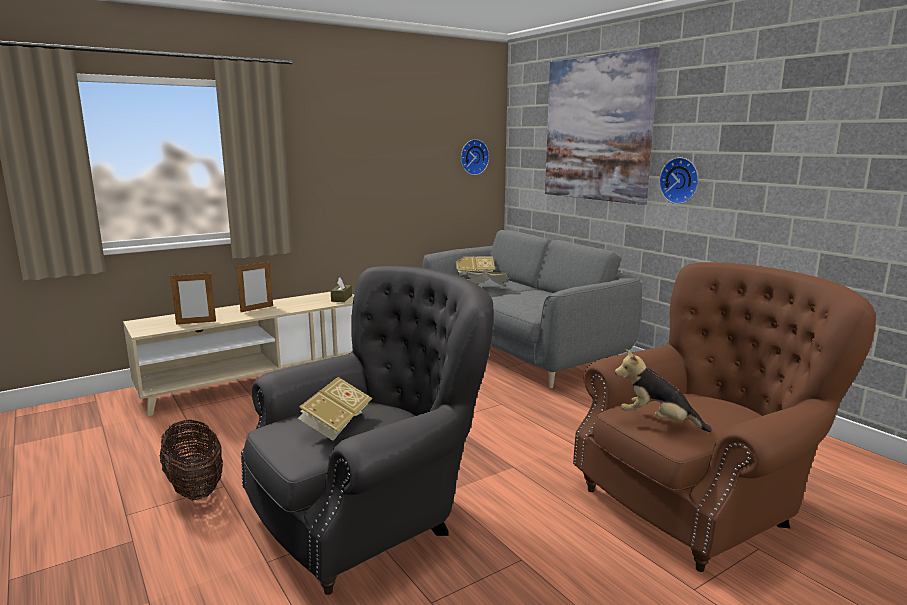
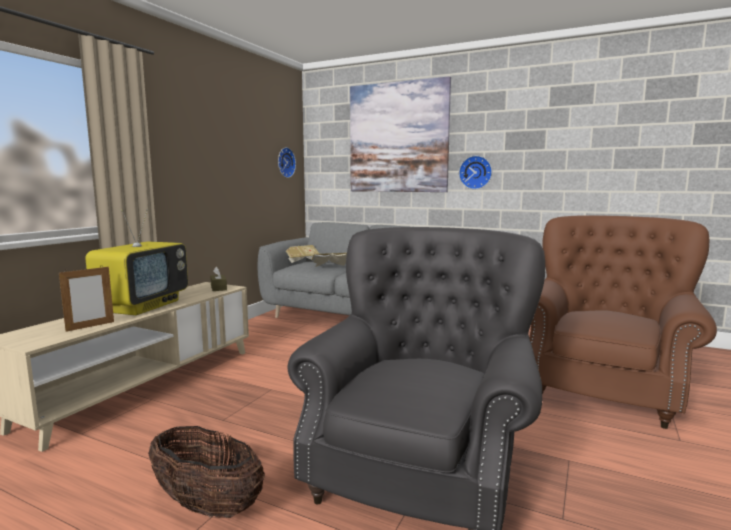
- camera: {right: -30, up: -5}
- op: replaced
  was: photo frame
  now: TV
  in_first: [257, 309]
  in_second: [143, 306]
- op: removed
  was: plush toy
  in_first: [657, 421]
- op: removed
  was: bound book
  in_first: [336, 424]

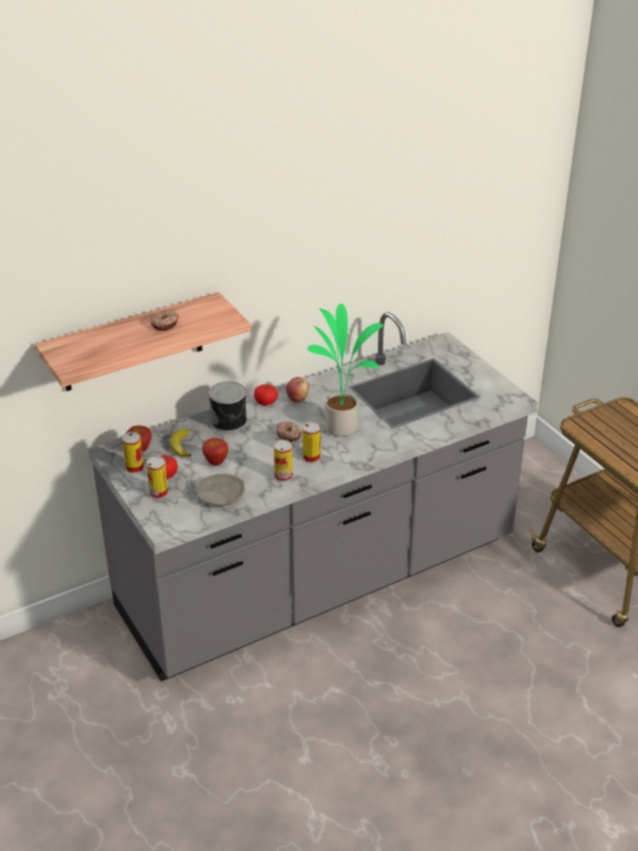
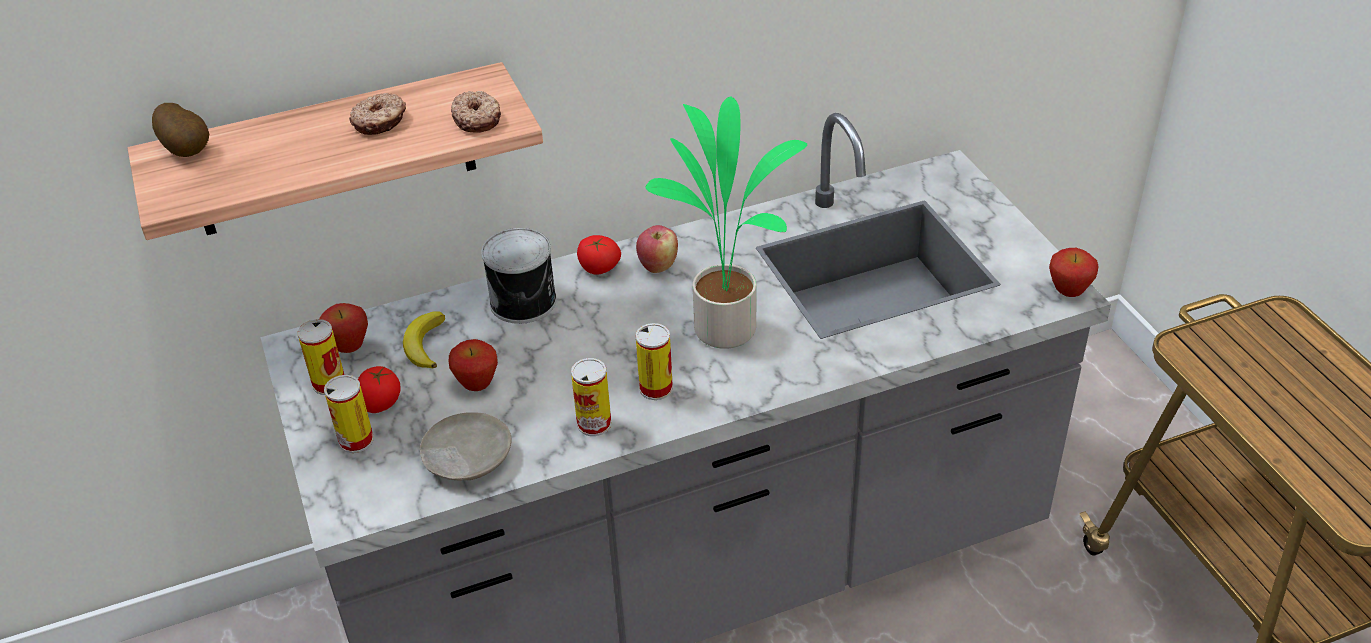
- camera: {right: 10, up: 5}
- op: moved
  was: ring doughnut
  in_first: [289, 435]
  in_second: [477, 119]
- op: added
  now: whole potato
  in_second: [188, 150]
- op: added
  now: apple fruit
  in_second: [1068, 293]

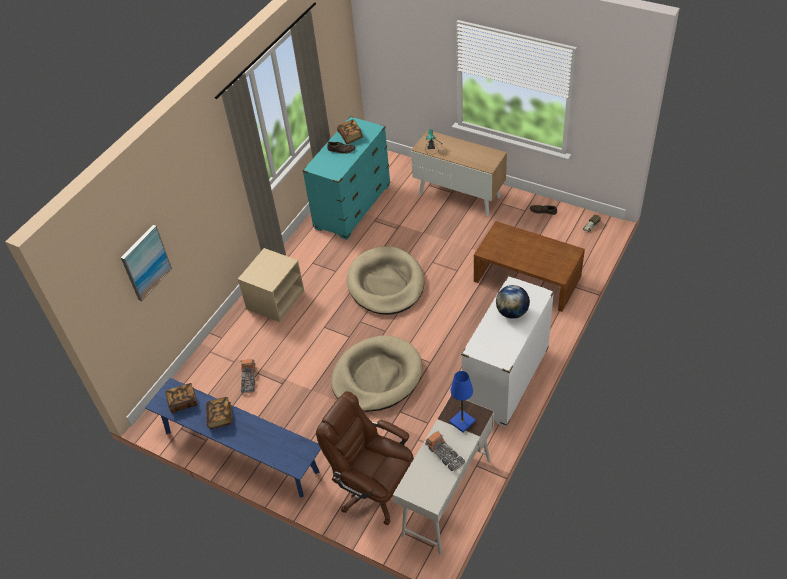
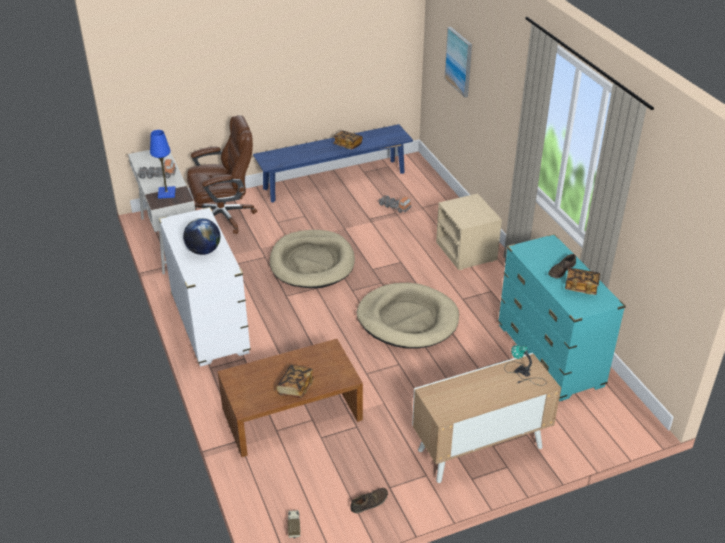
- camera: {right: 125, up: -10}
- op: moved
  was: bound book
  in_first: [183, 402]
  in_second: [295, 387]

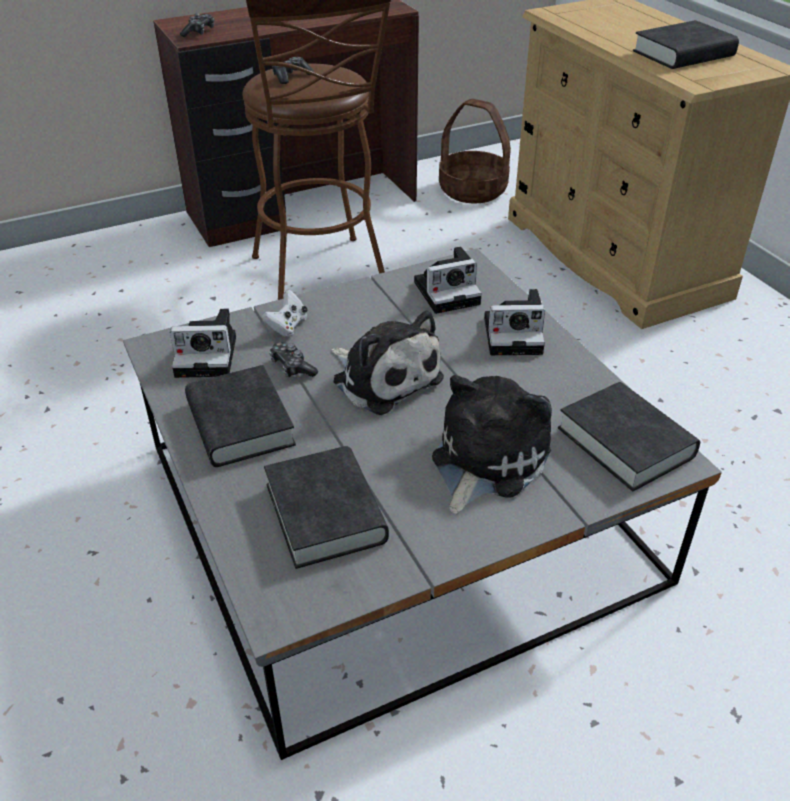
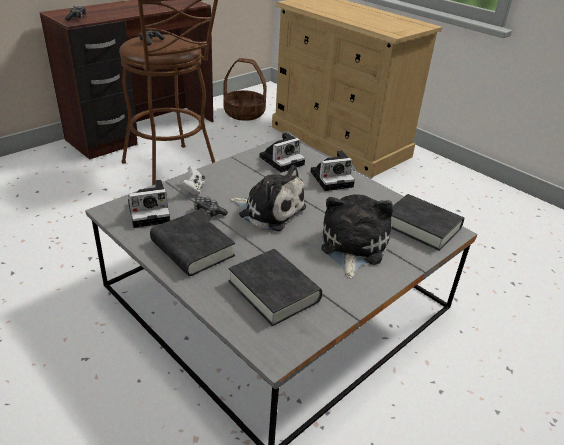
- camera: {right: -20, up: -5}
- op: removed
  was: bound book in black-coloured
  in_first: [683, 54]

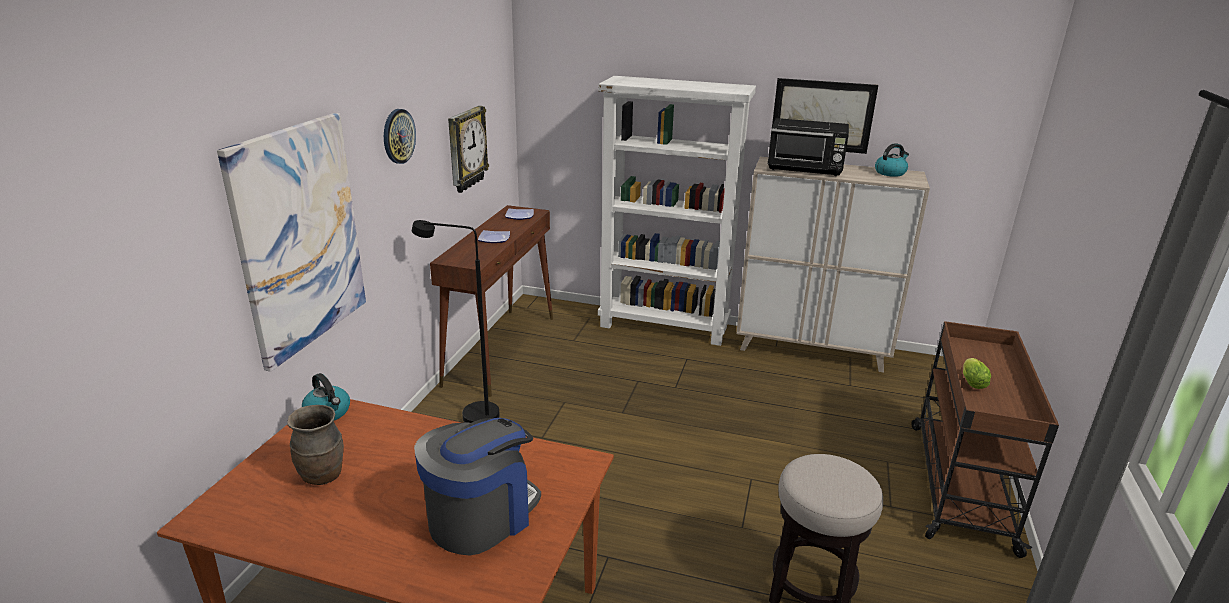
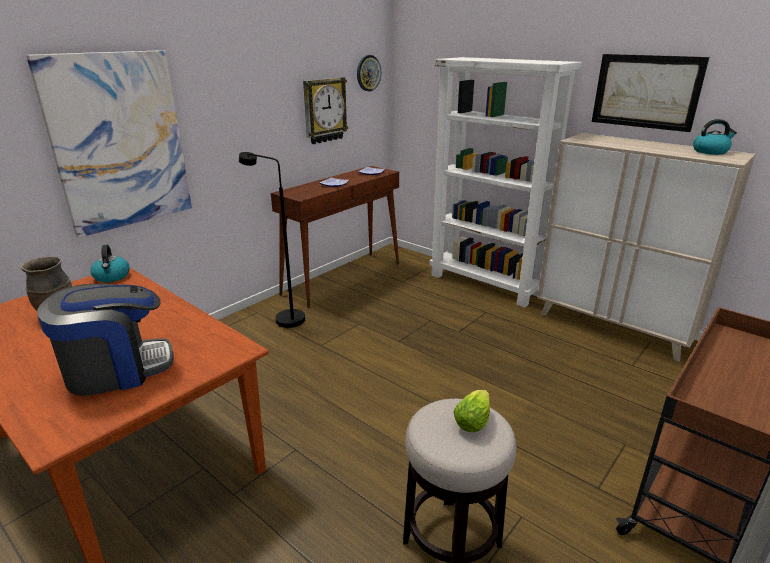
- camera: {right: 25, up: 0}
- op: moved
  was: wall clock
  in_first: [398, 136]
  in_second: [368, 73]
- op: removed
  was: microwave oven in black-coloured
  in_first: [805, 169]
- op: moved
  was: lettuce
  in_first: [971, 382]
  in_second: [473, 420]

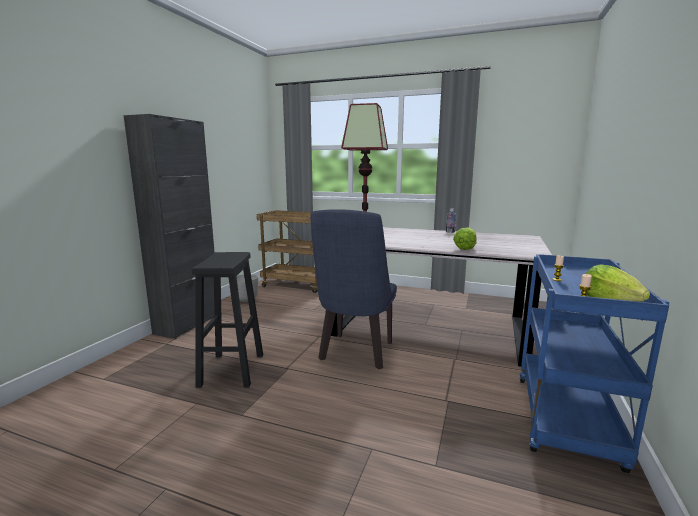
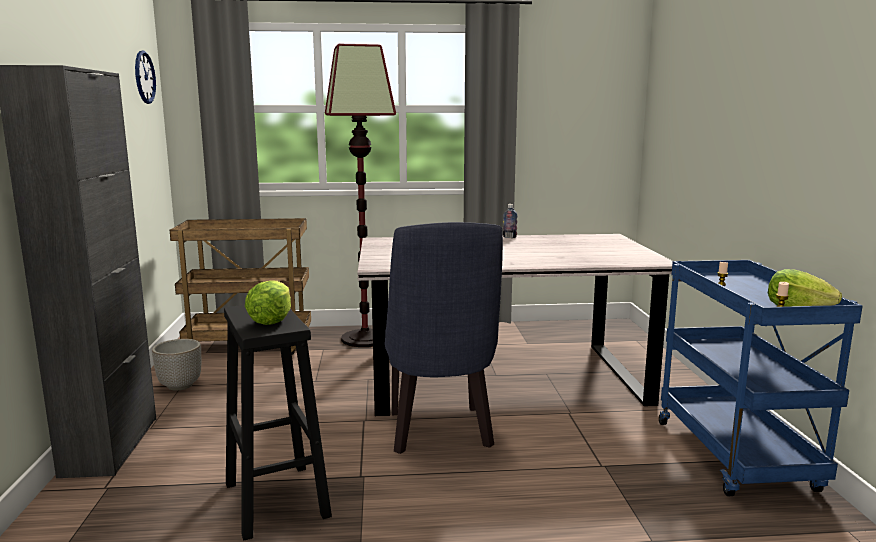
- camera: {right: -25, up: 0}
- op: moved
  was: lettuce
  in_first: [465, 248]
  in_second: [271, 320]
- op: added
  now: wall clock
  in_second: [144, 77]

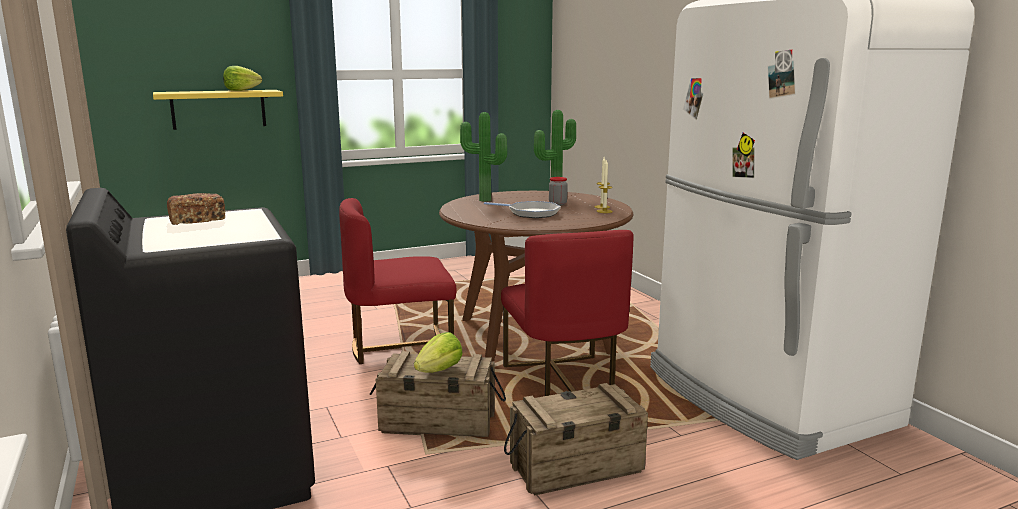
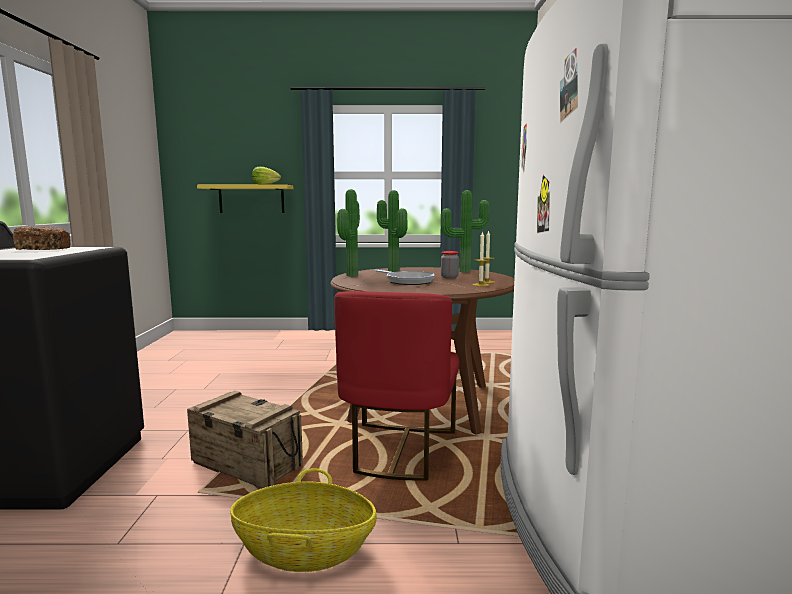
- camera: {right: 25, up: -5}
- op: removed
  was: plain chair in reddish
  in_first: [400, 347]
- op: removed
  was: lettuce
  in_first: [439, 370]
- op: replaced
  was: packing crate
  now: household basket
  in_first: [576, 468]
  in_second: [305, 550]
- op: added
  now: houseplant
  in_second: [349, 275]

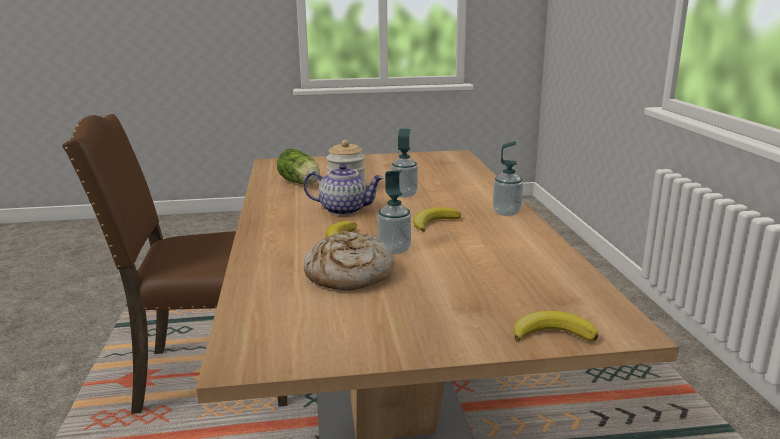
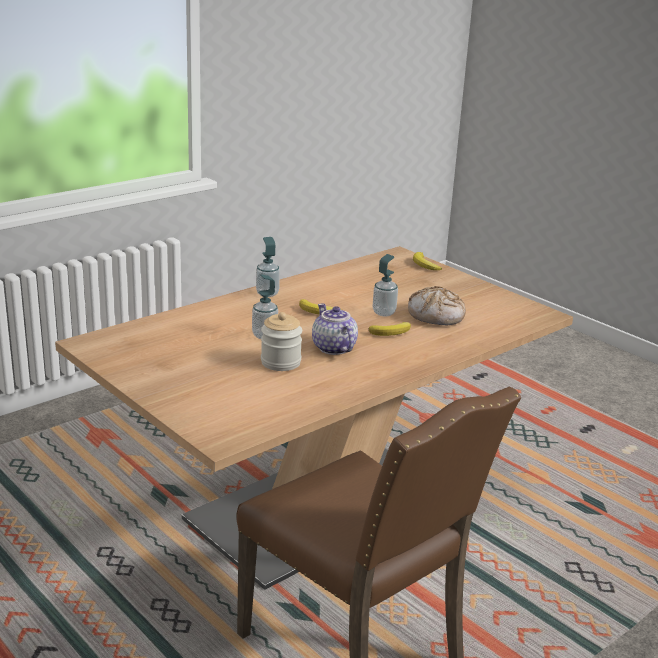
- camera: {right: -125, up: 5}
- op: removed
  was: lettuce
  in_first: [301, 183]

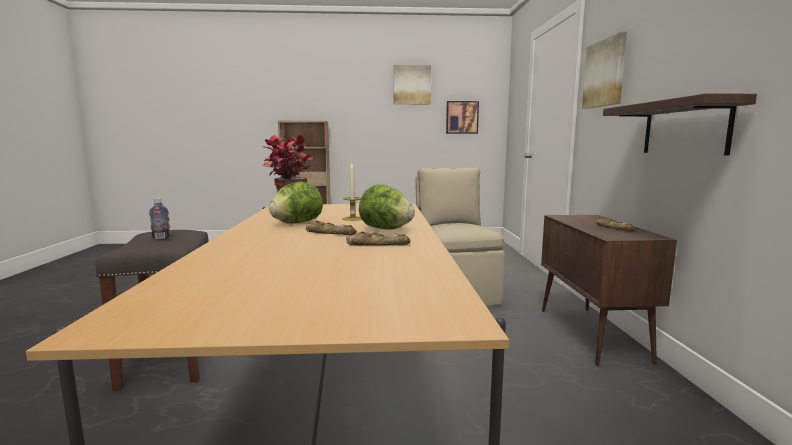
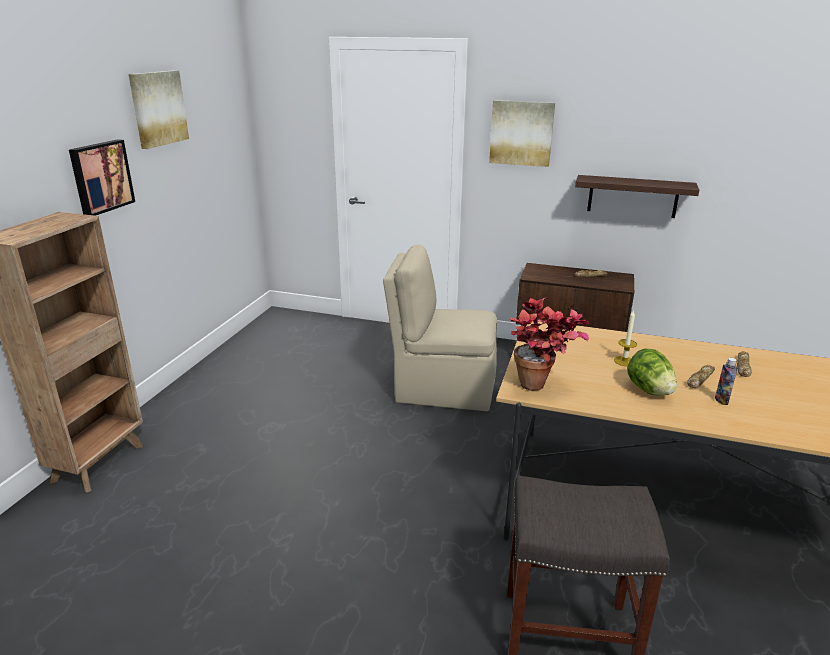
- camera: {right: -70, up: 15}
- op: moved
  was: wall art
  in_first: [462, 117]
  in_second: [100, 177]
- op: removed
  was: lettuce
  in_first: [385, 229]
- op: moved
  was: bottle
  in_first: [161, 238]
  in_second: [721, 400]

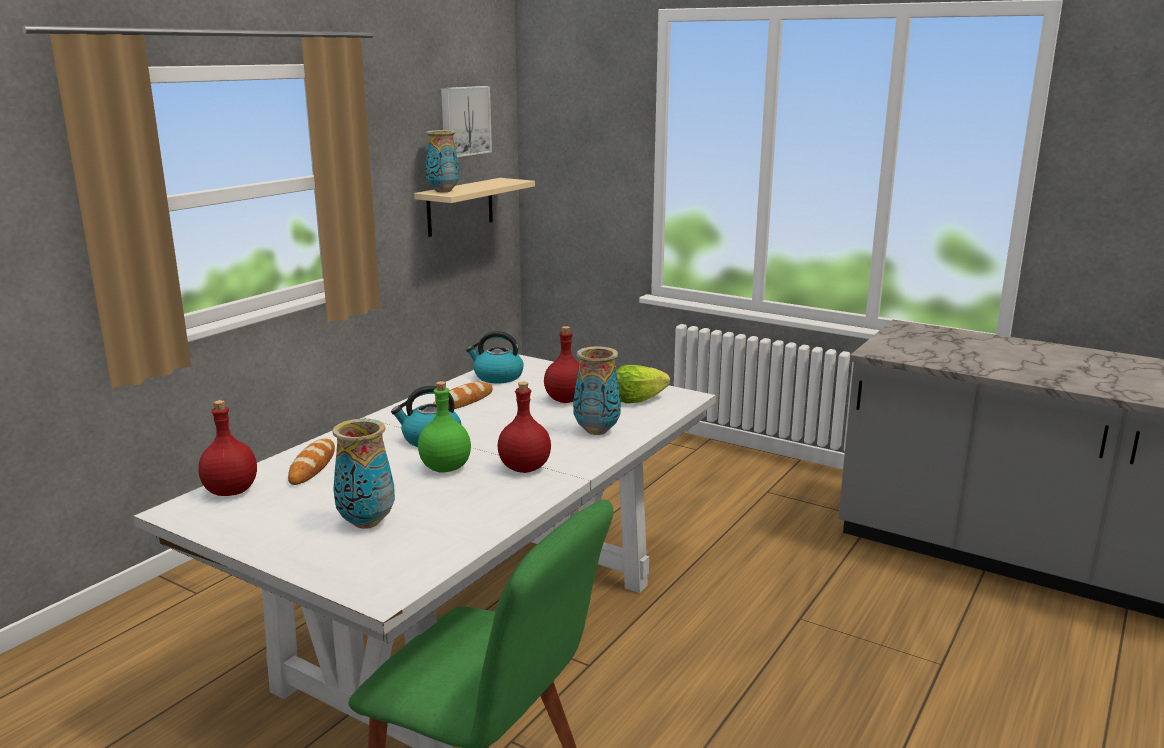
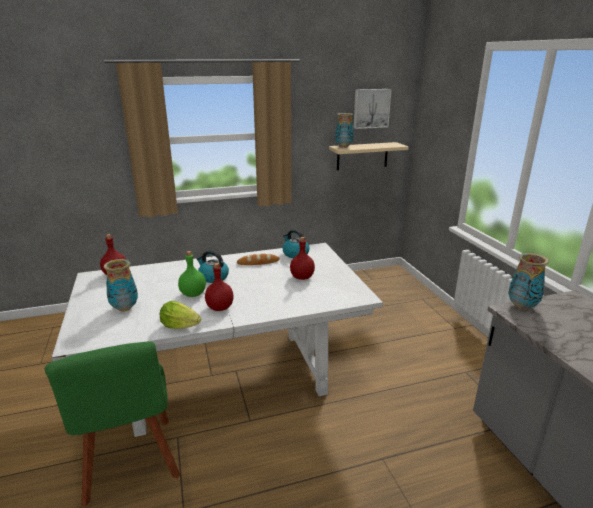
- camera: {right: 40, up: 5}
- op: moved
  was: decorative vase
  in_first: [597, 431]
  in_second: [522, 306]
- op: moved
  was: lettuce
  in_first: [636, 400]
  in_second: [180, 326]
- op: removed
  was: bread
  in_first: [312, 466]

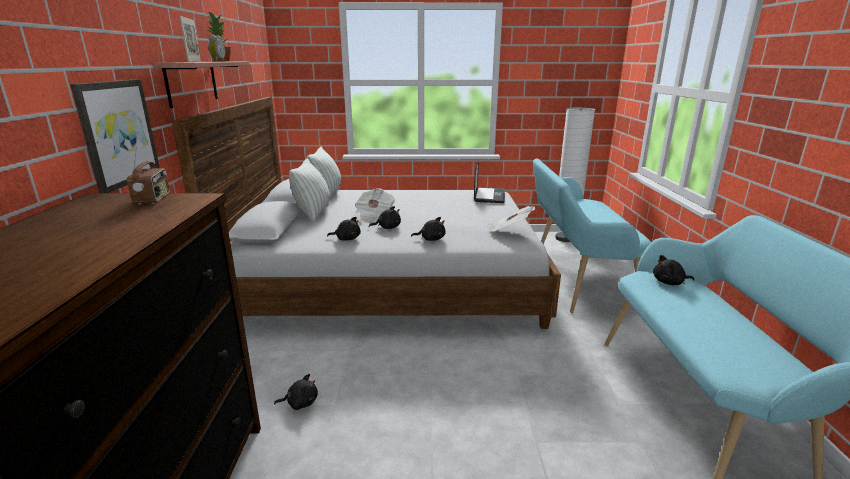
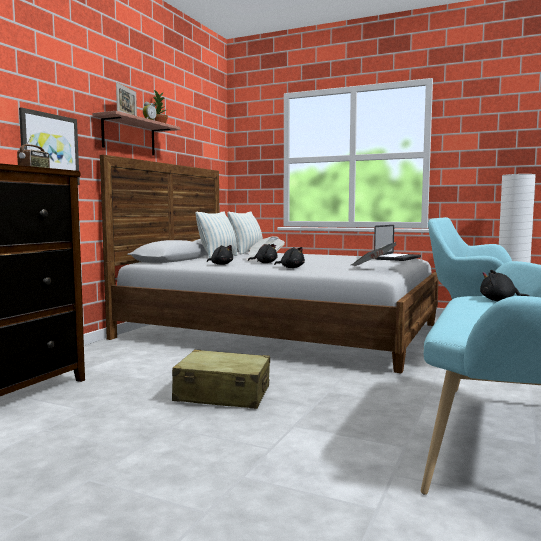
- camera: {right: 25, up: -15}
- op: removed
  was: plush toy in black-coloured
  in_first: [300, 402]
- op: added
  now: piece of luggage in beige-coloured
  in_second: [223, 394]

